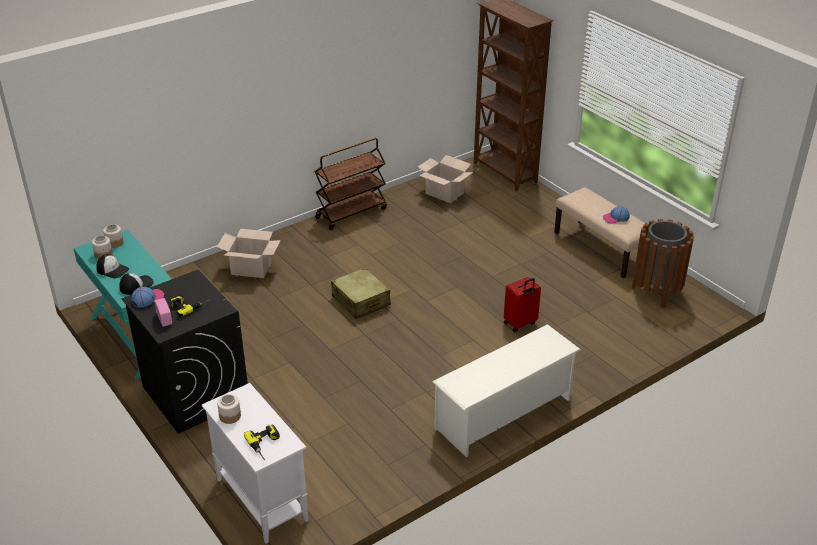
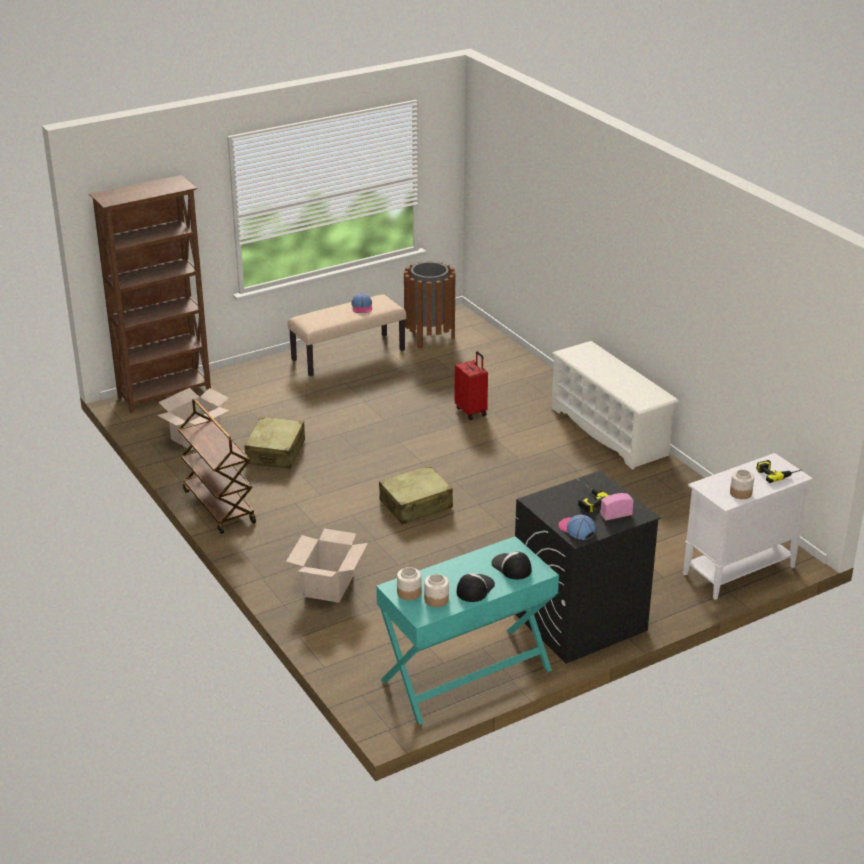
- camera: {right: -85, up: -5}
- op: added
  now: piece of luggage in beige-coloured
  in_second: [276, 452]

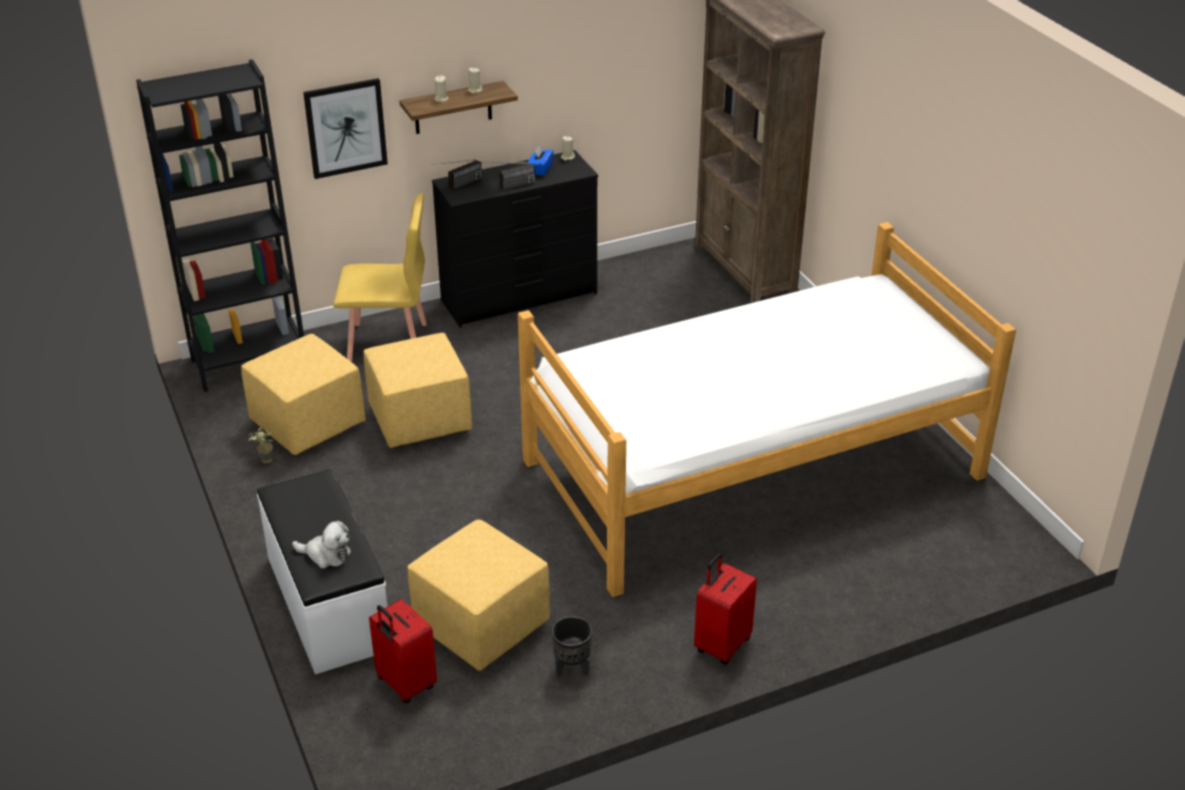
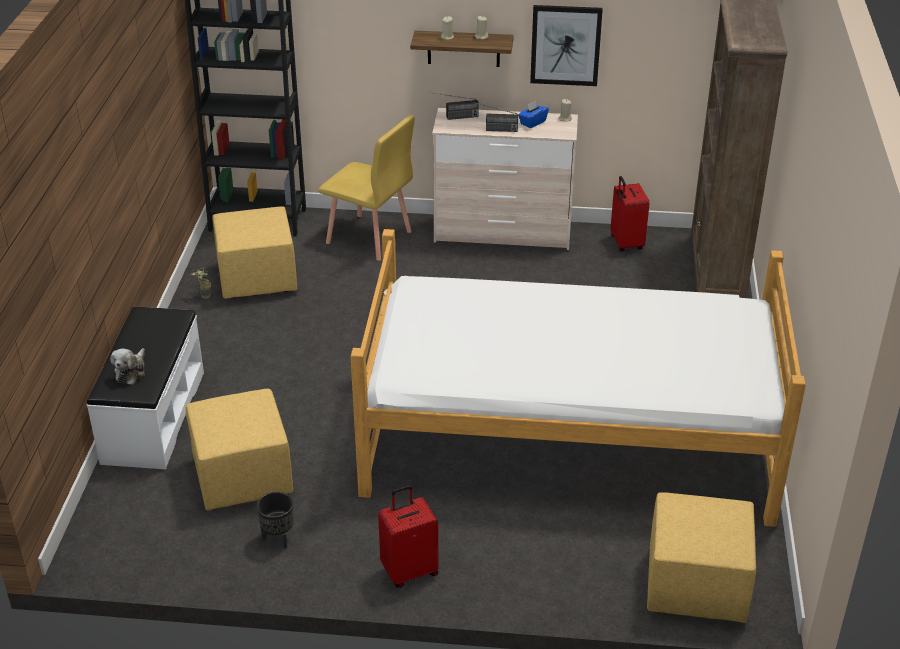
- camera: {right: 30, up: 0}
- op: moved
  was: wall art
  in_first: [345, 128]
  in_second: [565, 45]
- op: recoloured
  was: dresser in black-coloured
  now: dresser in beige-coloured
  in_first: [519, 297]
  in_second: [502, 233]
- op: moved
  was: footrest in yellow-coloured
  in_first: [420, 419]
  in_second: [696, 585]
- op: turned
  was: plush toy
  in_first: [326, 555]
  in_second: [131, 372]
  clockwise: 60
- op: moved
  was: piece of luggage in reddish
  in_first: [405, 684]
  in_second: [625, 243]

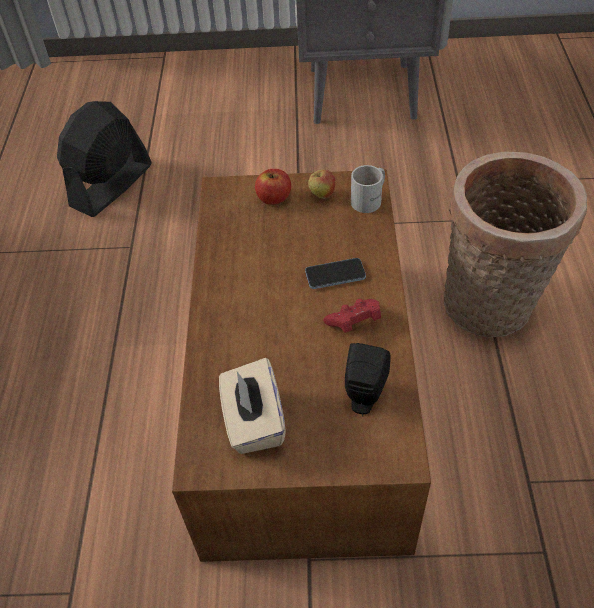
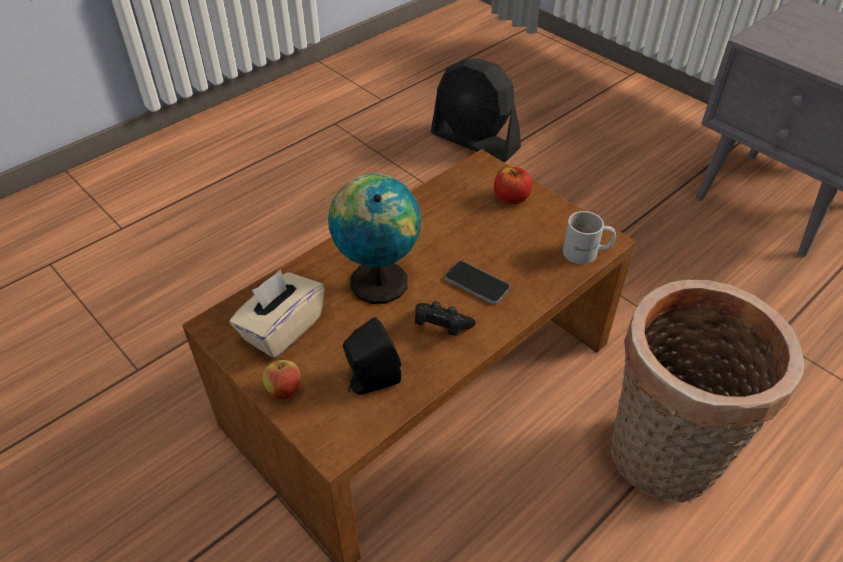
- camera: {right: 45, up: -5}
- op: turned
  was: cooling fan in black-coloured
  in_first: [111, 186]
  in_second: [475, 141]
  clockwise: -135
- op: moved
  was: apple fruit
  in_first: [322, 194]
  in_second: [284, 390]
- op: recoloured
  was: game controller in reddish
  now: game controller in black-coloured
  in_first: [354, 322]
  in_second: [441, 327]
- op: added
  now: desk globe
  in_second: [377, 279]

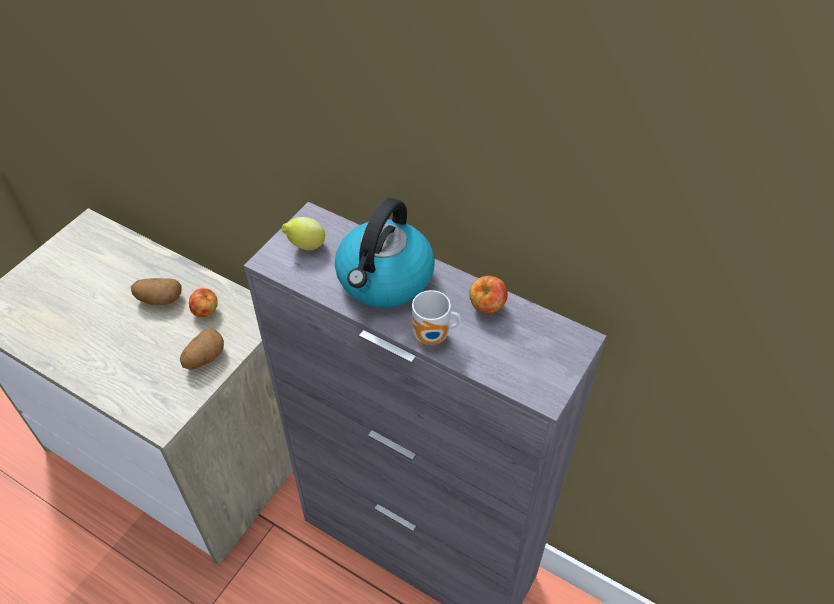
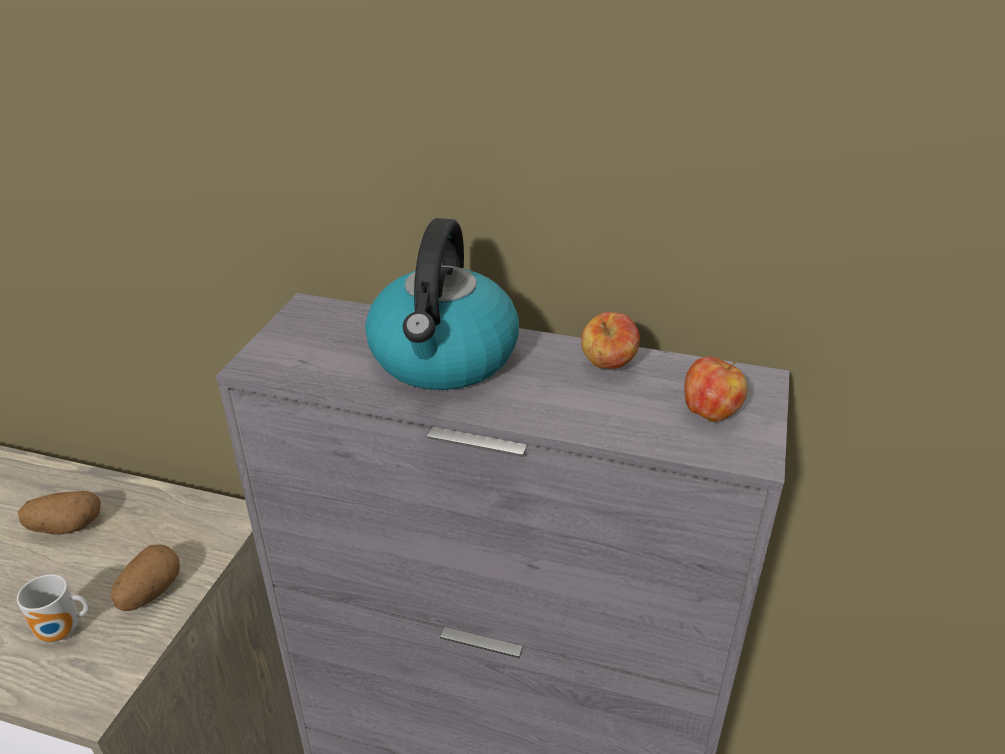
- camera: {right: -15, up: -15}
- op: removed
  was: whole lemon
  in_first: [305, 246]
- op: moved
  was: apple fruit
  in_first: [205, 311]
  in_second: [710, 413]
- op: moved
  was: mug
  in_first: [433, 337]
  in_second: [63, 632]

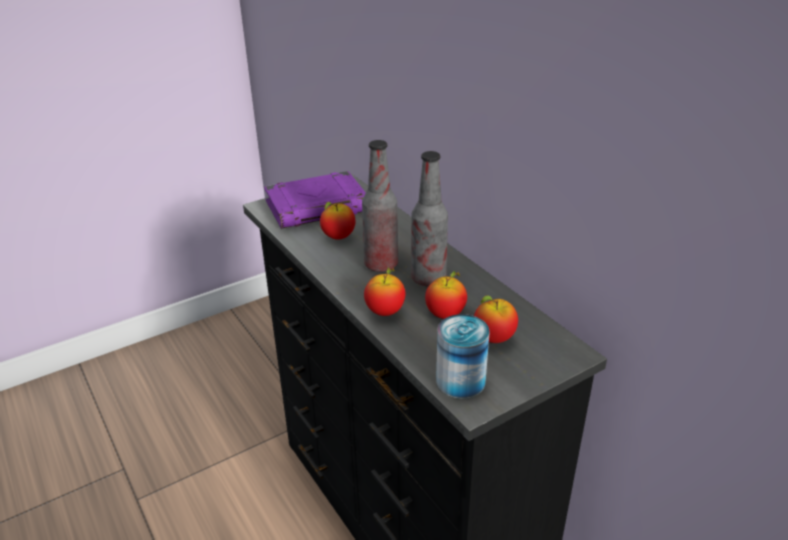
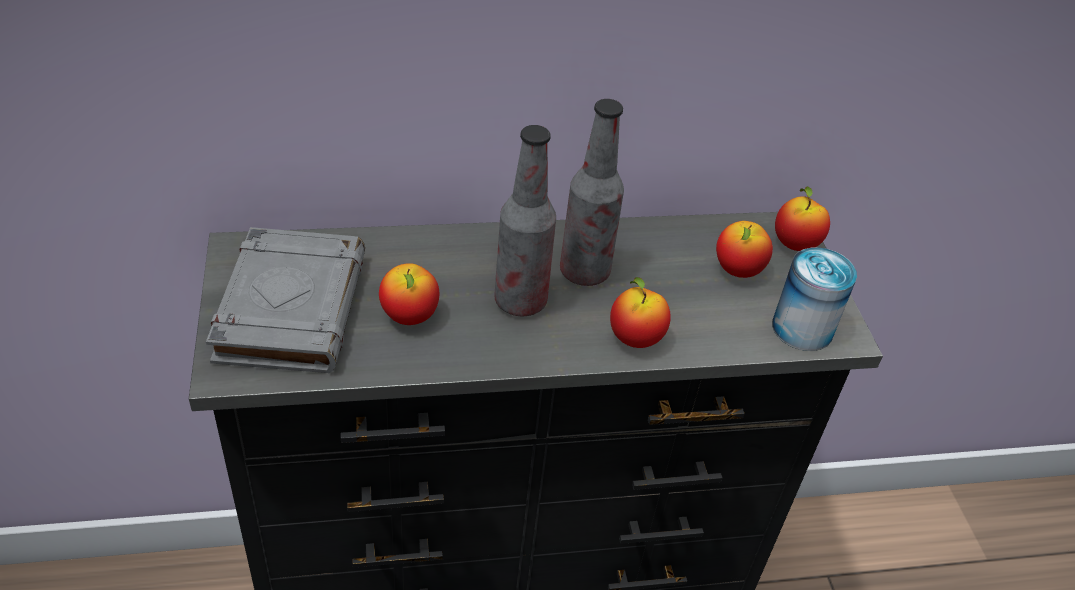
- camera: {right: -70, up: 10}
- op: recoloured
  was: bound book in purplish
  now: bound book in greyish
  in_first: [318, 206]
  in_second: [291, 307]
- op: moved
  was: apple fruit
  in_first: [445, 314]
  in_second: [795, 244]

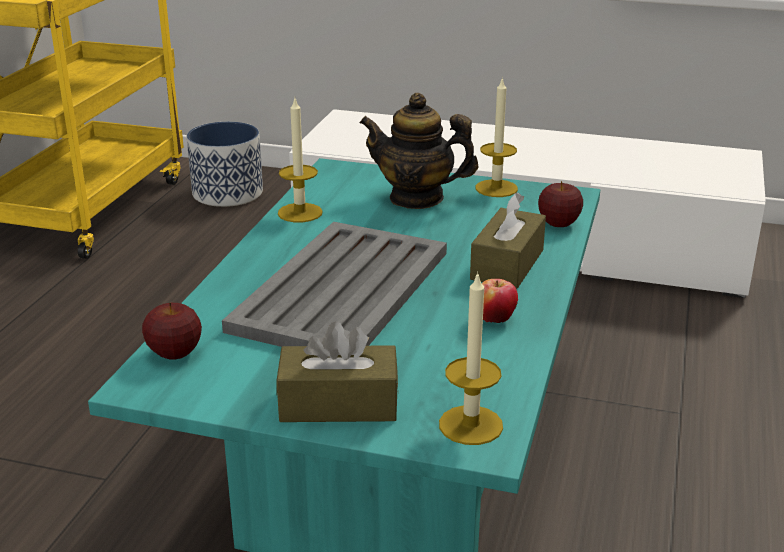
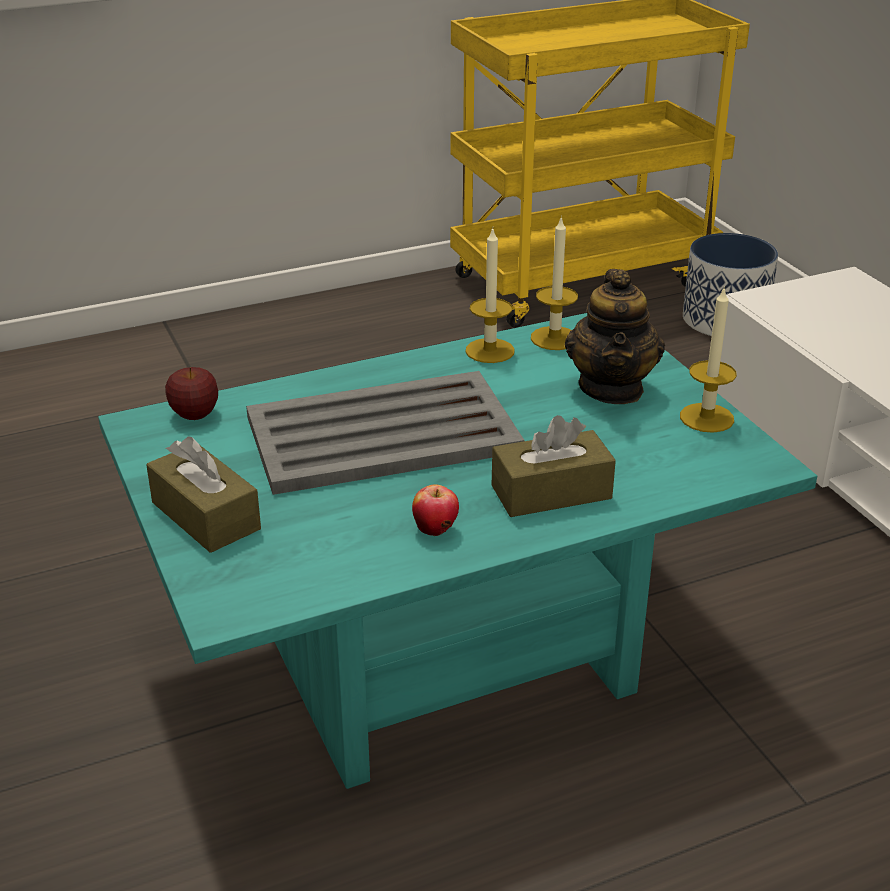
- camera: {right: 50, up: 5}
- op: turned
  was: tea pot
  in_first: [417, 198]
  in_second: [612, 388]
  clockwise: -150
- op: removed
  was: apple fruit
  in_first: [559, 223]
- op: moved
  was: wax candle
  in_first: [470, 425]
  in_second: [554, 338]

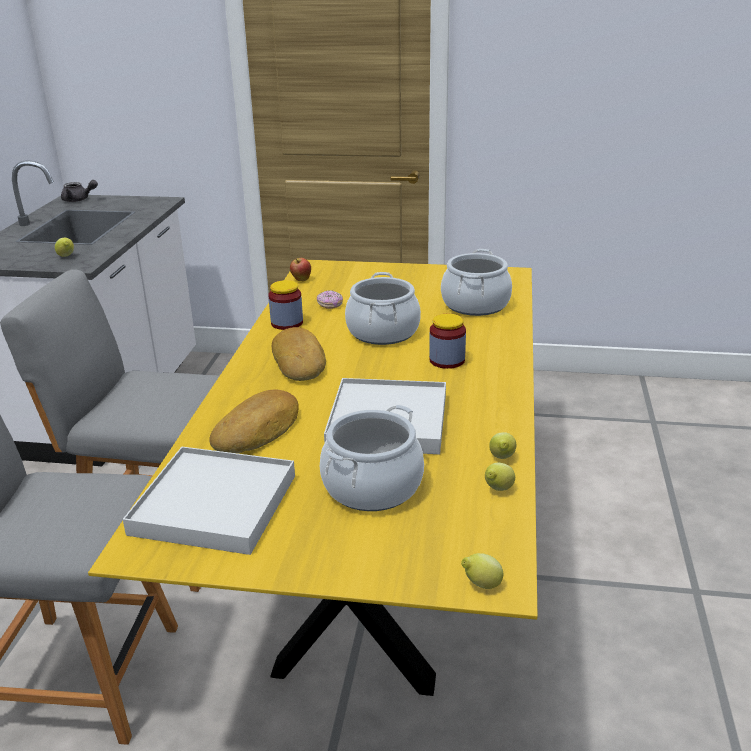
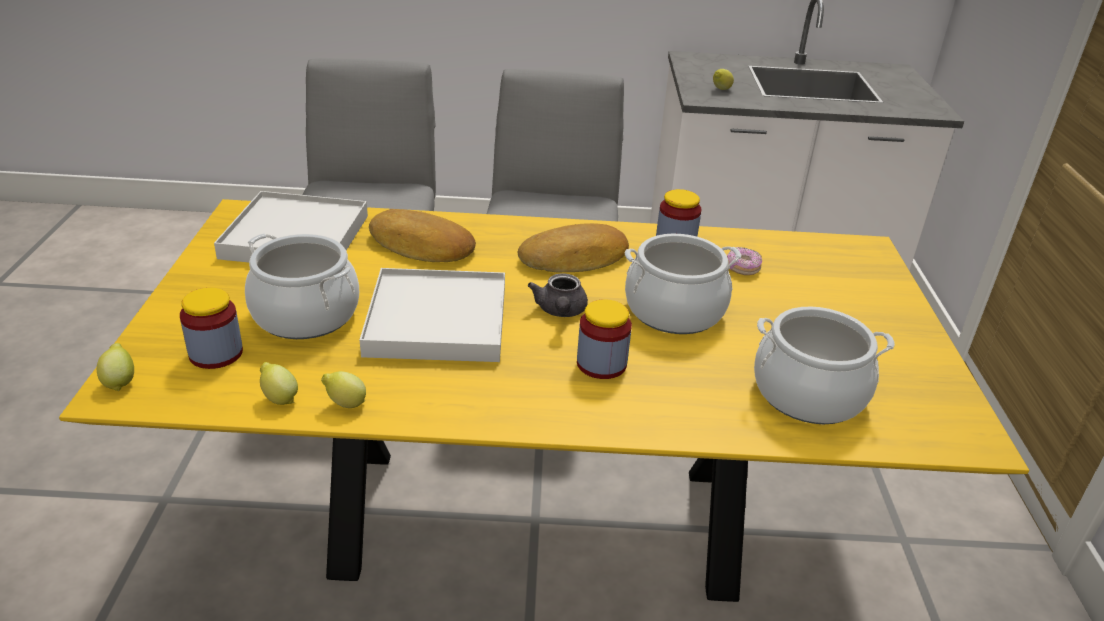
- camera: {right: 80, up: 5}
- op: moved
  was: tea pot in greyish
  in_first: [79, 200]
  in_second: [560, 311]
- op: removed
  was: apple fruit
  in_first: [301, 279]
- op: added
  now: storage jar
  in_second: [216, 354]

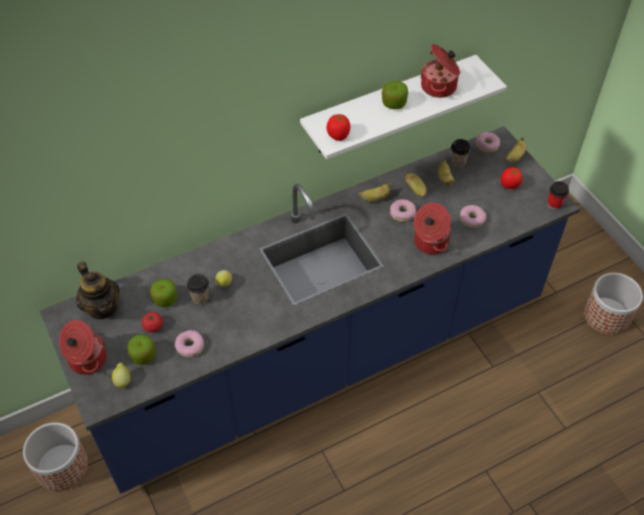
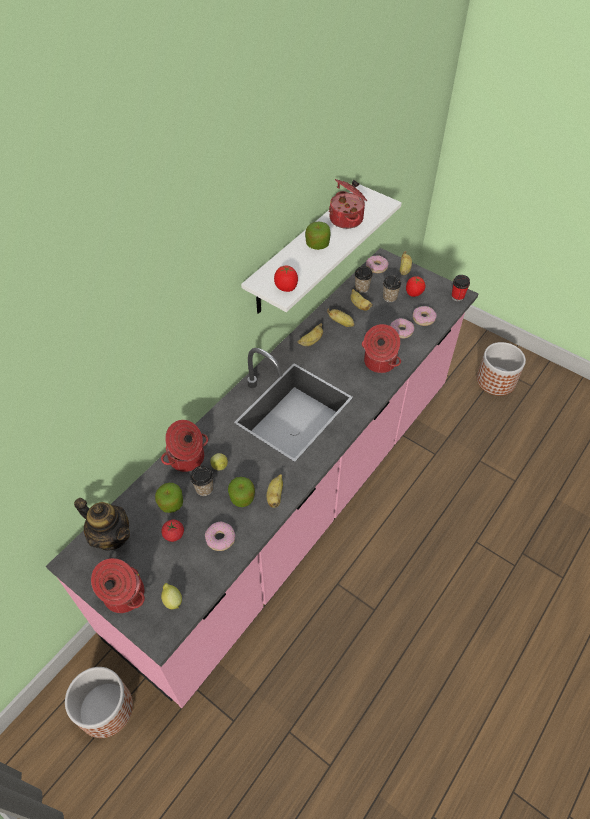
- camera: {right: -25, up: 0}
- op: recoloured
  was: counter in blue
  now: counter in pink-coloured
  in_first: [321, 357]
  in_second: [295, 503]
- op: moved
  was: ring doughnut
  in_first: [402, 213]
  in_second: [423, 318]
- op: moved
  was: apple fruit
  in_first: [143, 356]
  in_second: [242, 497]
- op: added
  now: cup
  in_second: [389, 297]
- op: added
  now: saucepot
  in_second: [187, 458]
- op: added
  now: banana fruit
  in_second: [275, 496]

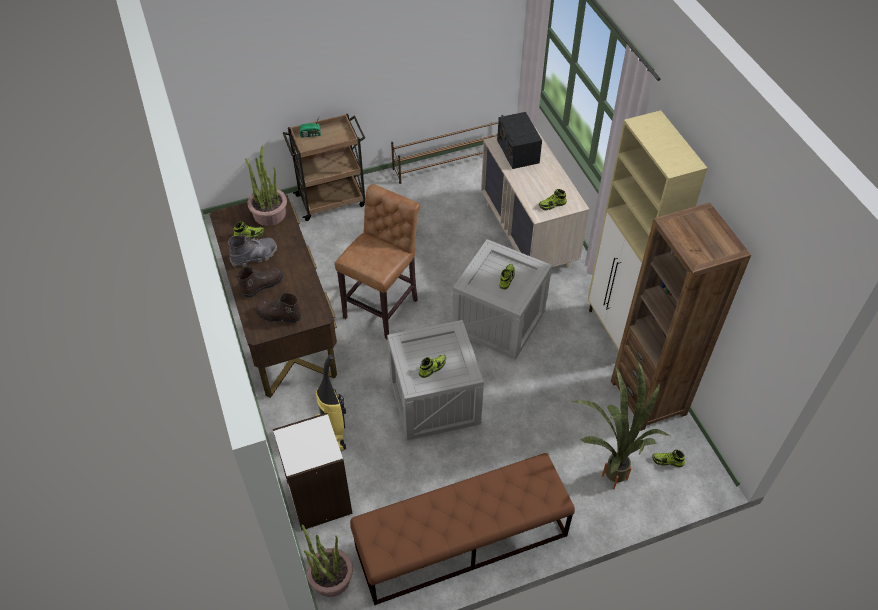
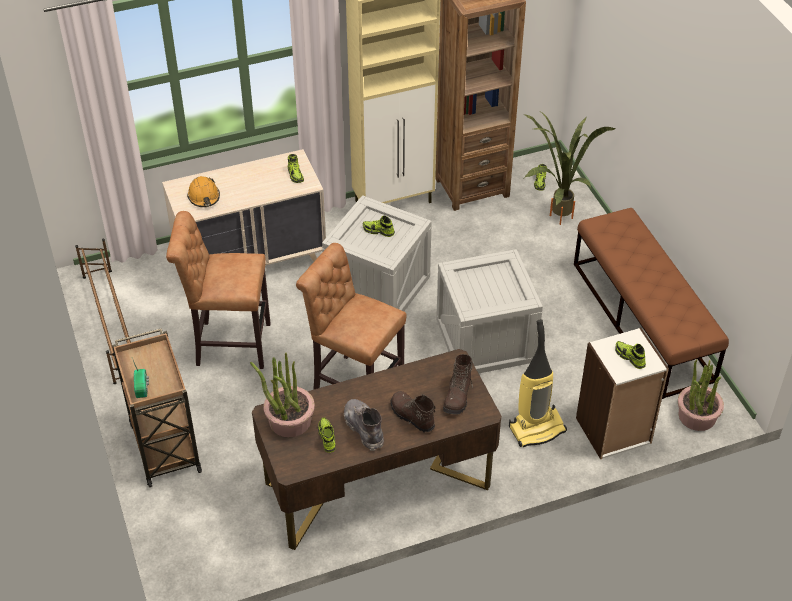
- camera: {right: -90, up: -5}
- op: replaced
  was: radio
  now: safety helmet in orange
  in_first: [517, 151]
  in_second: [204, 197]
- op: moved
  was: low shoe
  in_first: [432, 368]
  in_second: [629, 357]
- op: added
  now: stool in brown-coloured
  in_second: [228, 344]

